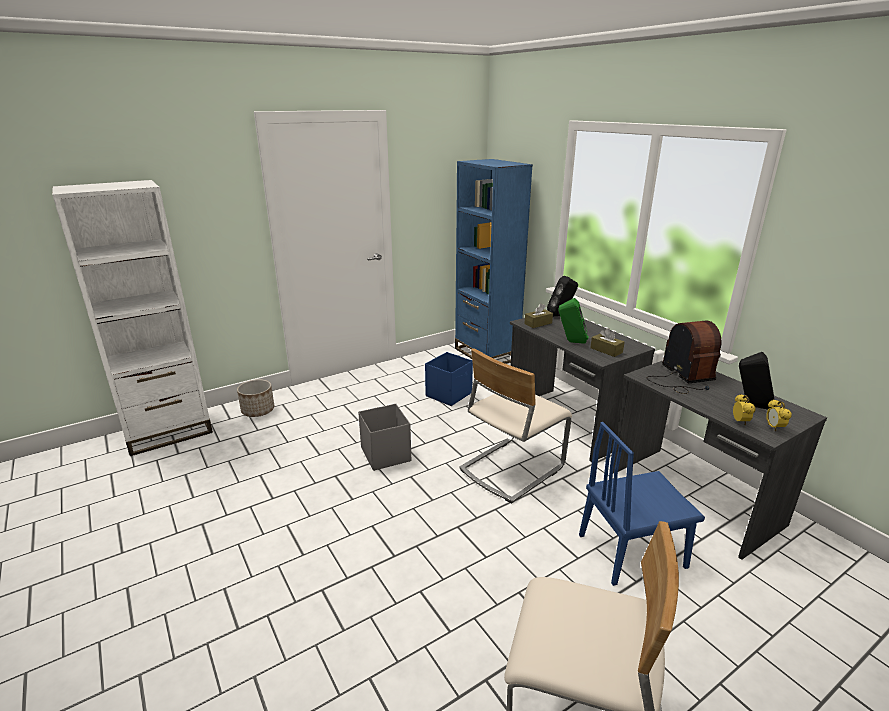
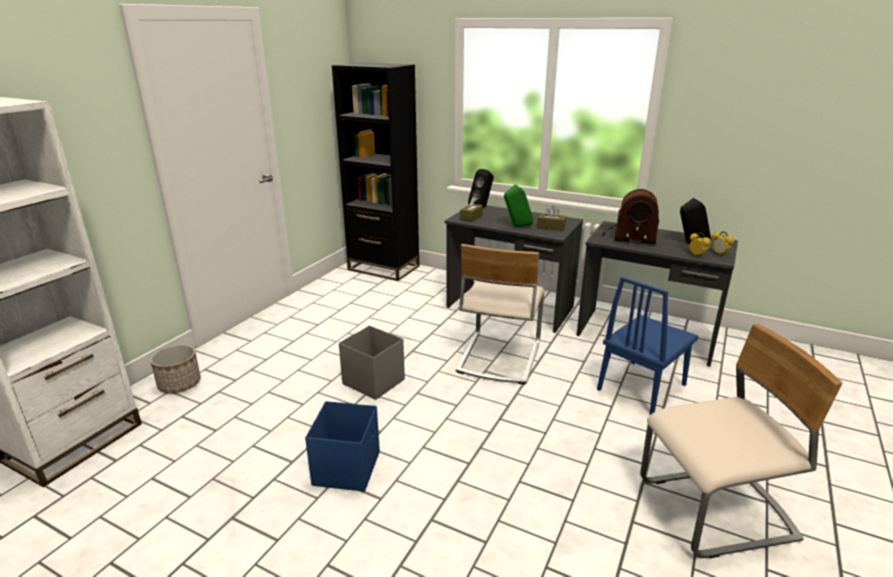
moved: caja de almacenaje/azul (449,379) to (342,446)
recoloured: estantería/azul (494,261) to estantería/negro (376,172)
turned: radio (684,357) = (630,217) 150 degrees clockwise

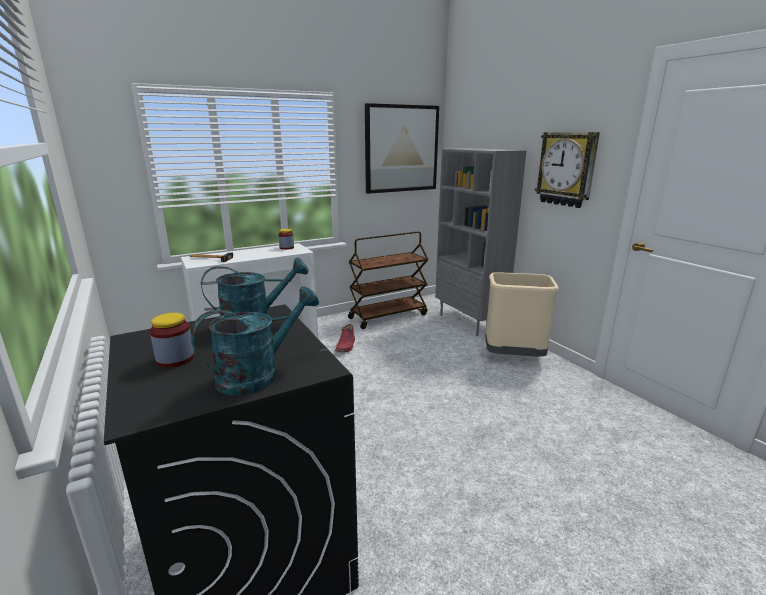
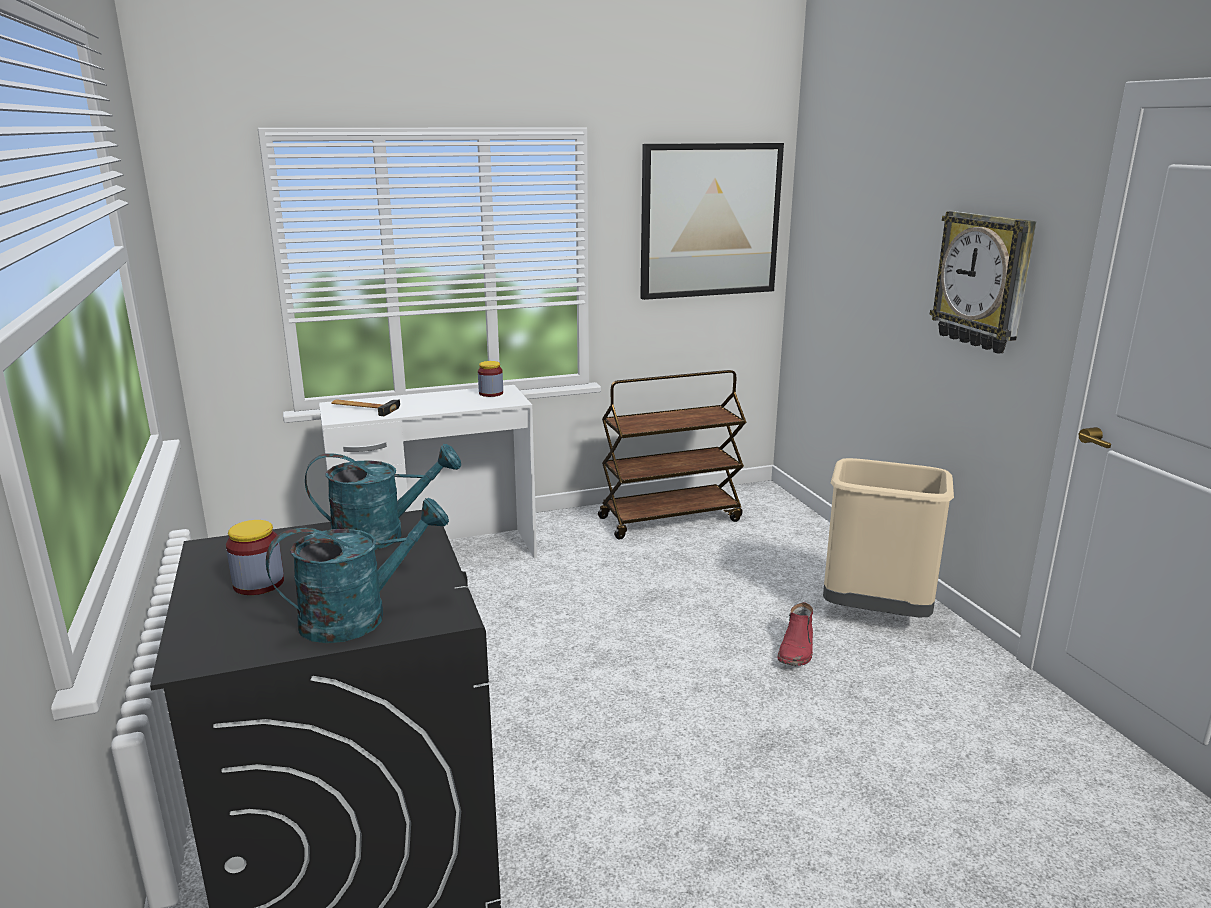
removed: estantería/gris (481,242)
moved: bota/rojo (345,338) to (795,634)

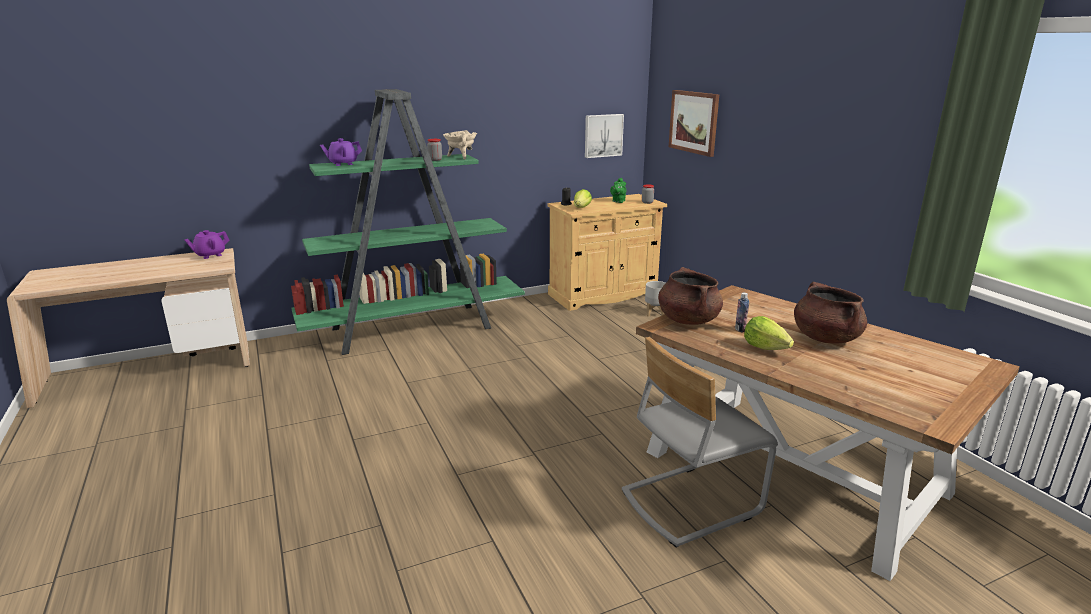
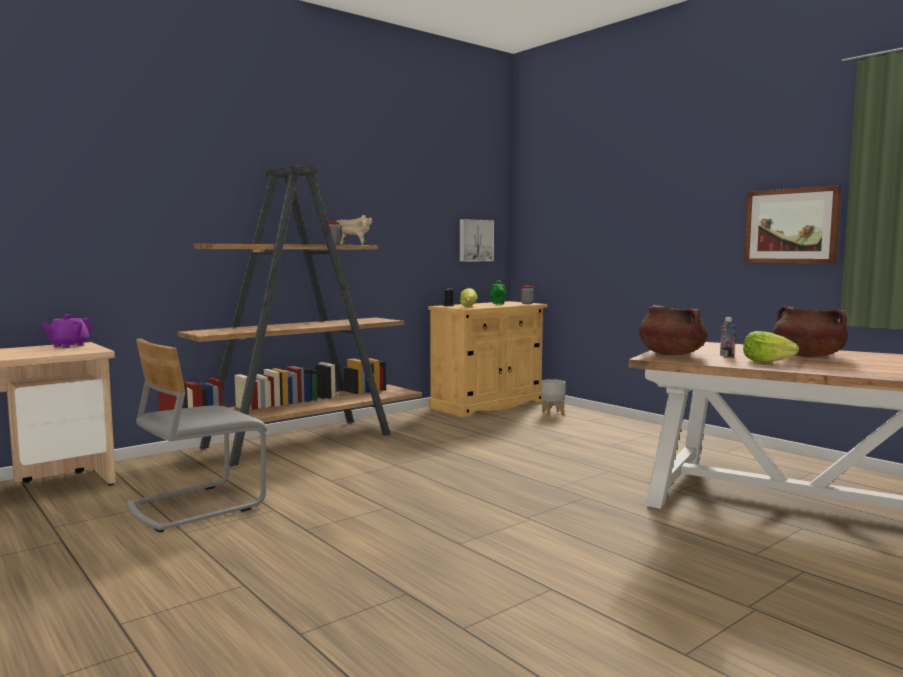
removed: tetera/morado (341,152)
moved: silla/gris (700,442) to (197,435); cuadro (694,123) to (792,224)
recoloured: estantería/verde (408,222) to estantería/marrón (290,315)

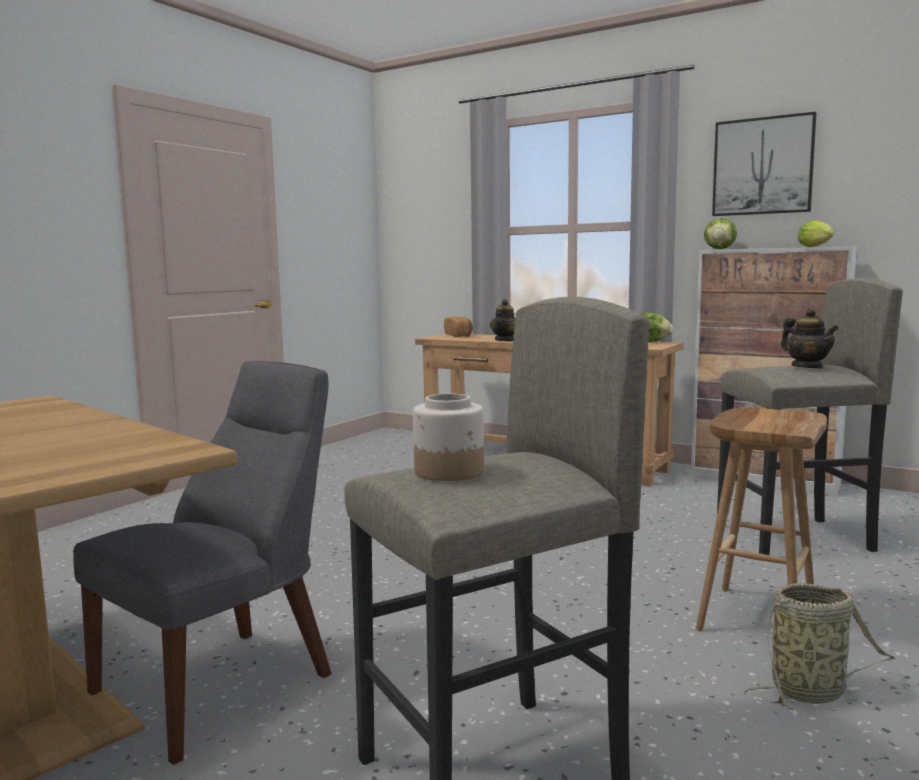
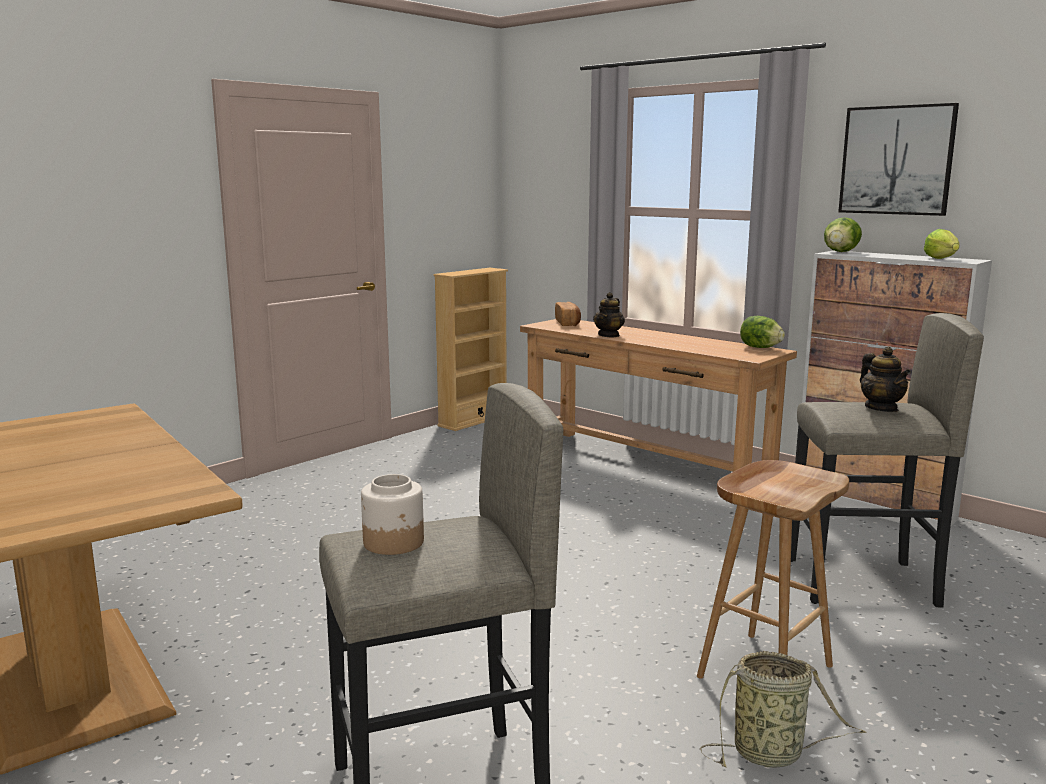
removed: silla/gris (202,563)
added: estantería/beis (471,349)

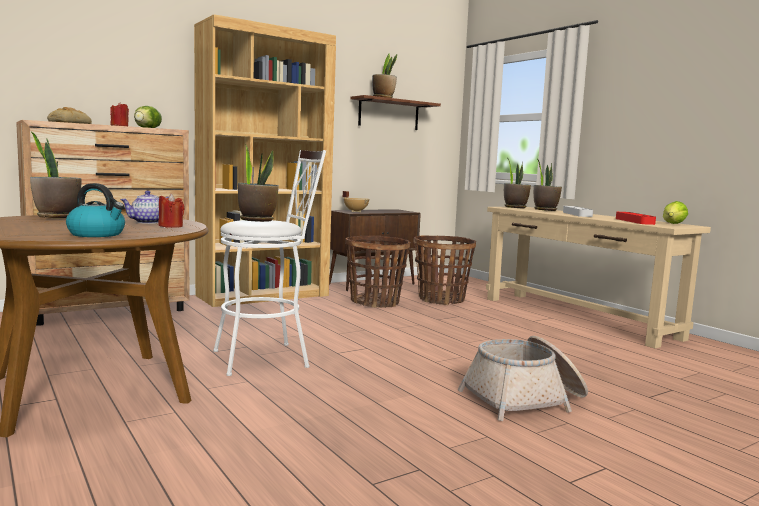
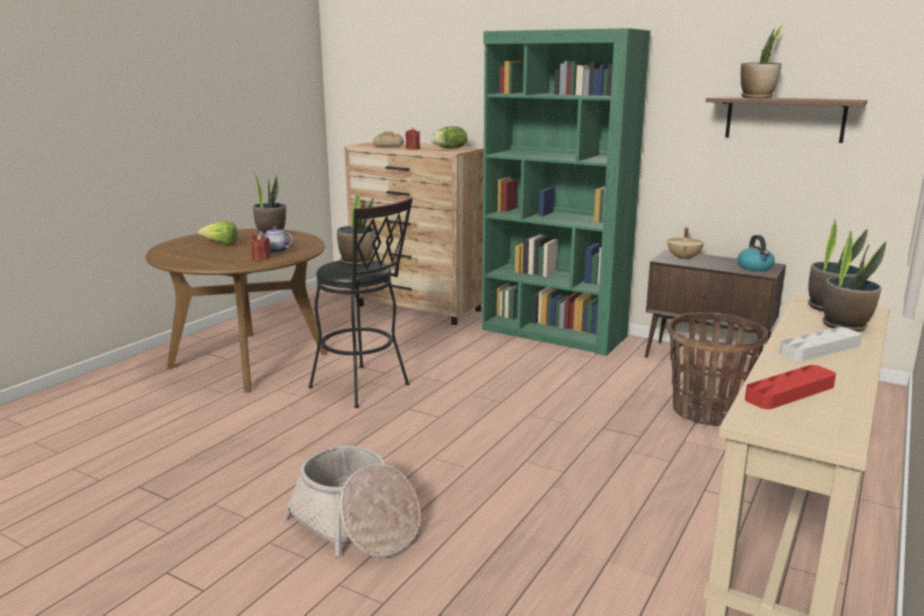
removed: cesta (377,272)
moved: lechuga (675,212) to (218,233); hervidor (95,210) to (756,253)
recoloured: taburete/blanco (269,263) to taburete/negro (360,303); estantería/marrón (265,160) to estantería/verde (566,192)

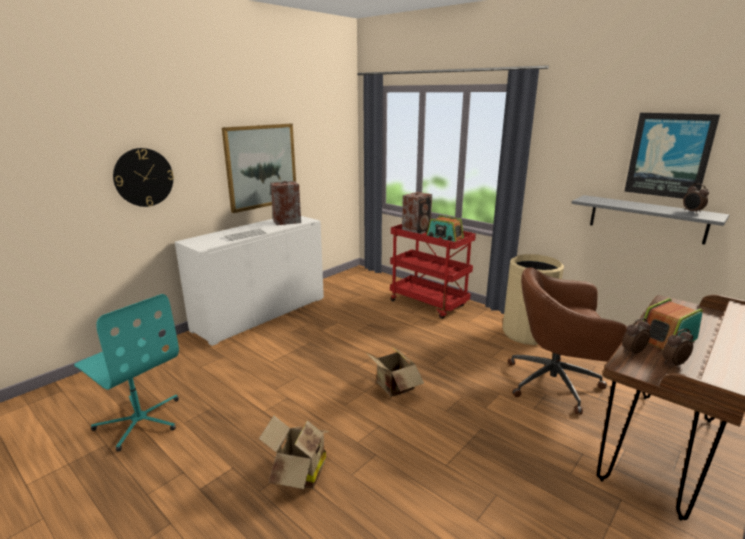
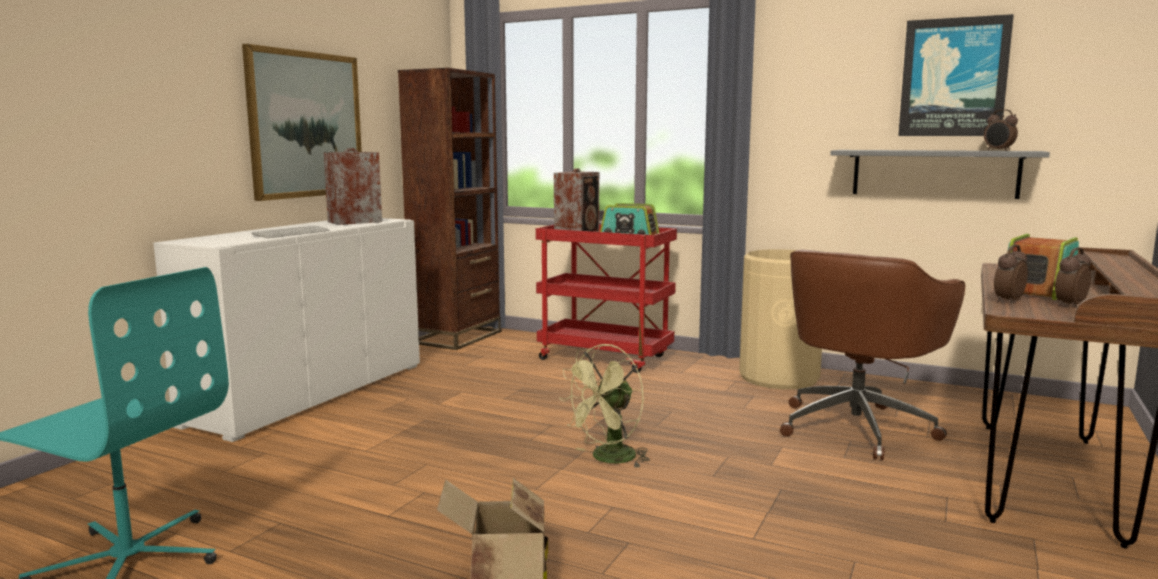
removed: reloj de pared (143,177)
added: estantería/marrón (450,209)
replaced: caja de cartón (395,371) to ventilador/verde (604,405)
turned: silla de oficina/marrón (567,341) = (872,354) 45 degrees counterclockwise

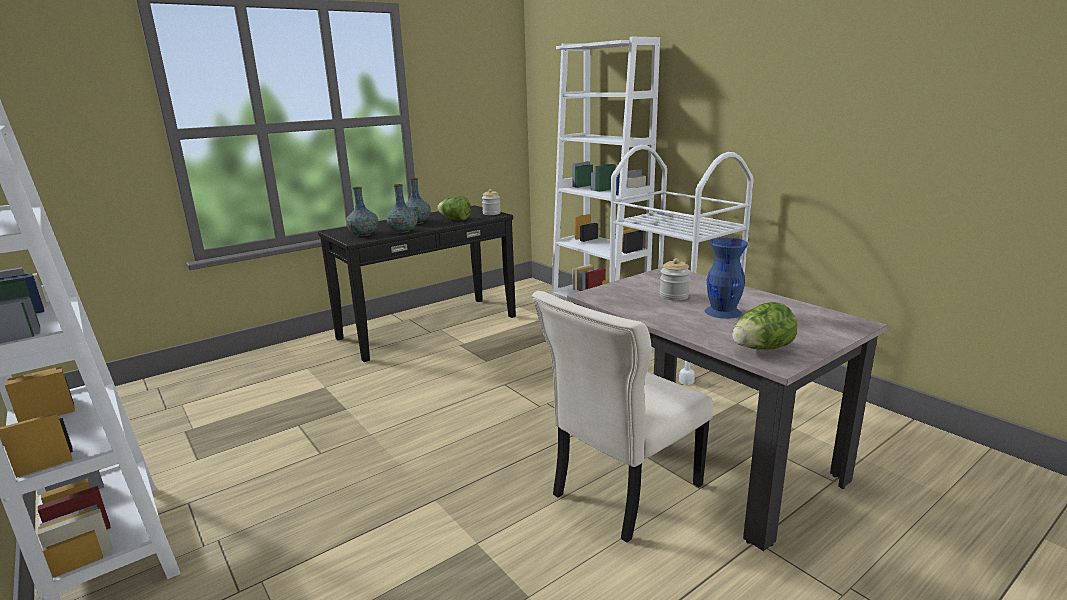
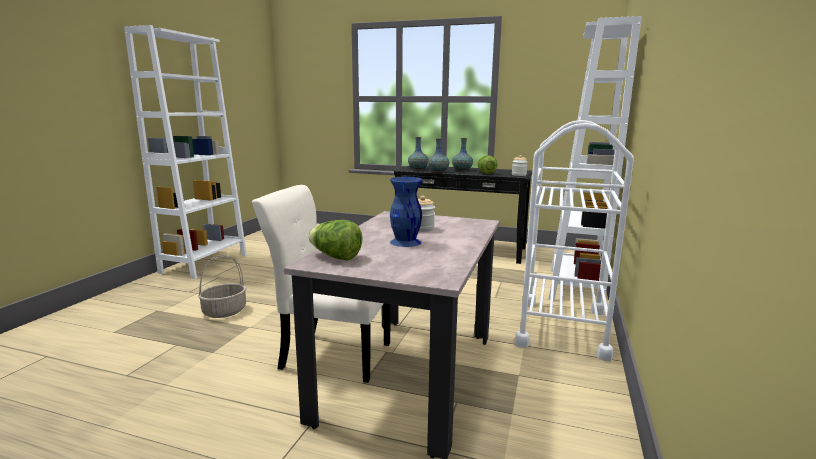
added: cesta (222,286)

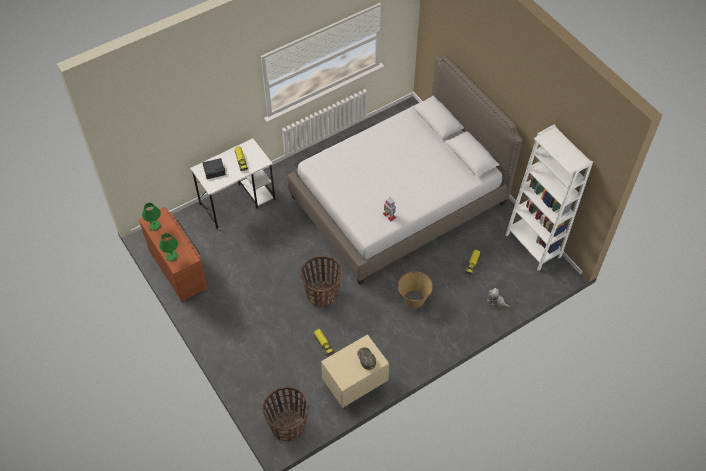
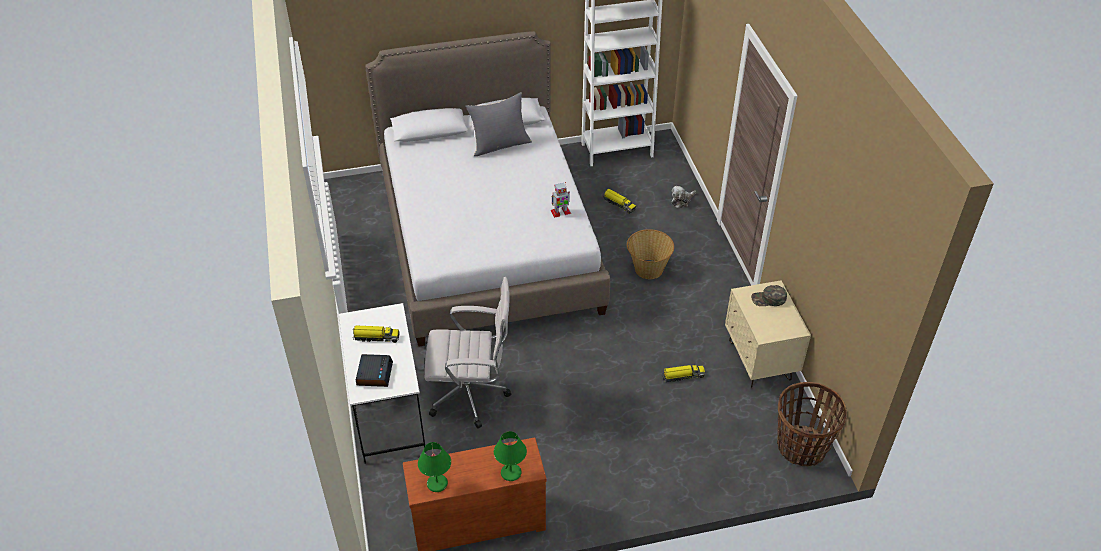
removed: cesta (321,282)
added: silla de oficina/blanco (467,353); cojín/gris (498,124)

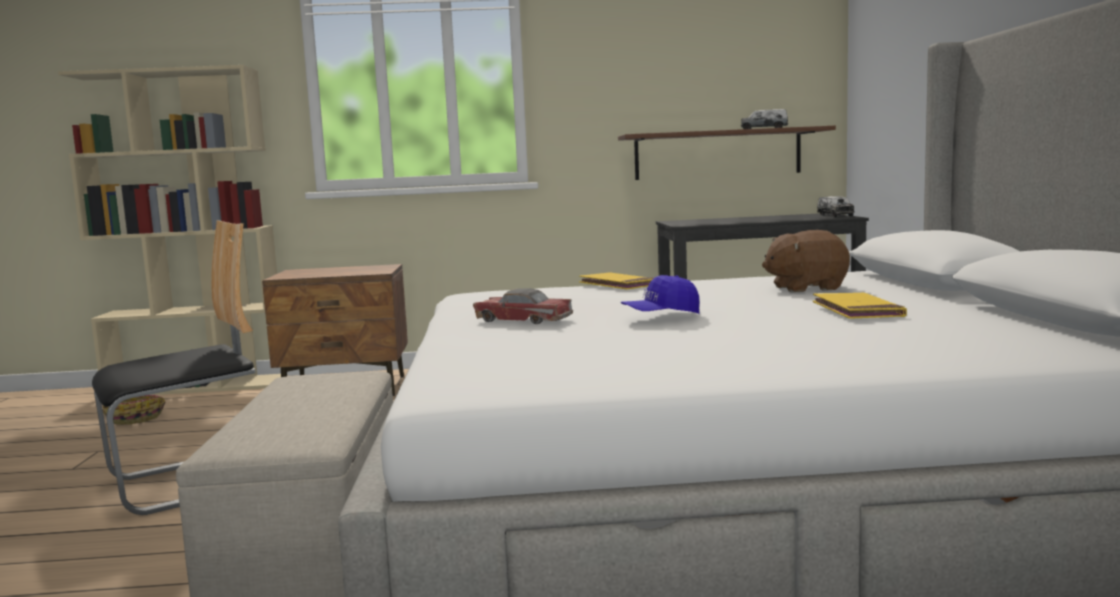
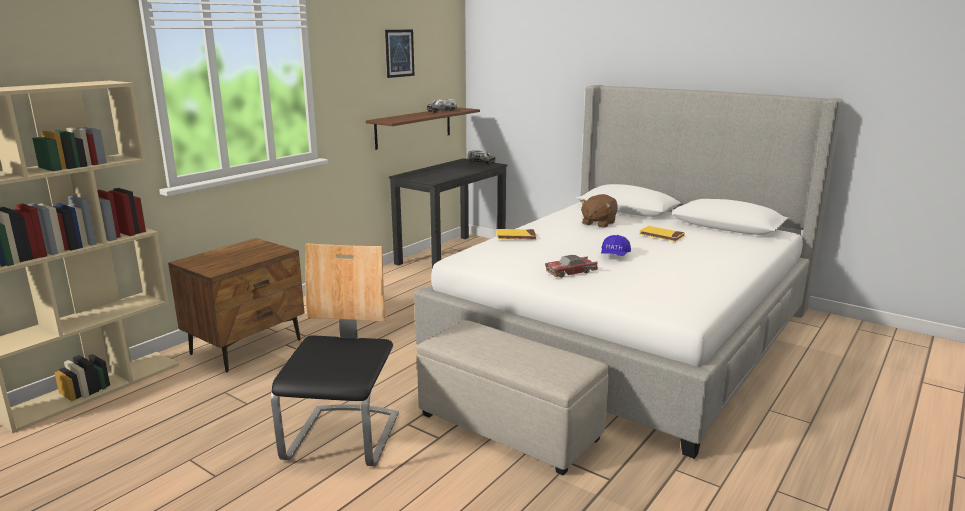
removed: cesta (134,410)
added: cuadro (399,54)

